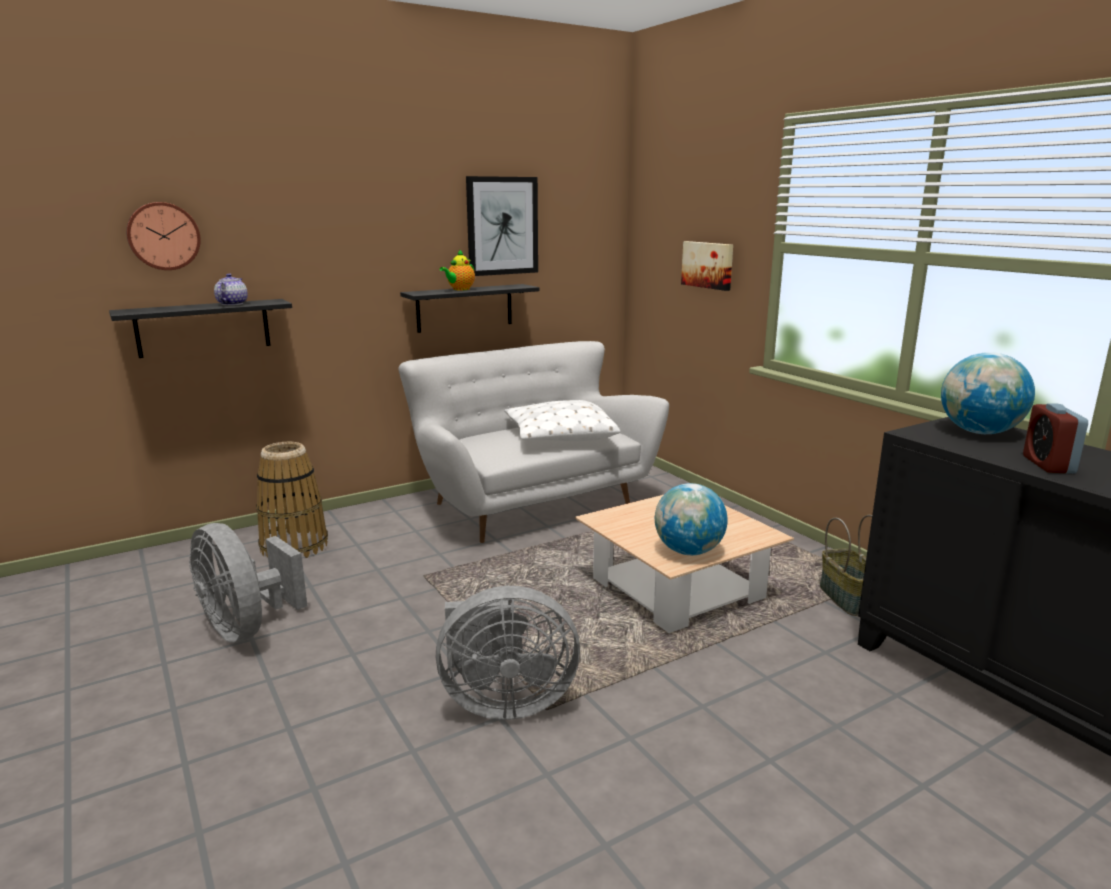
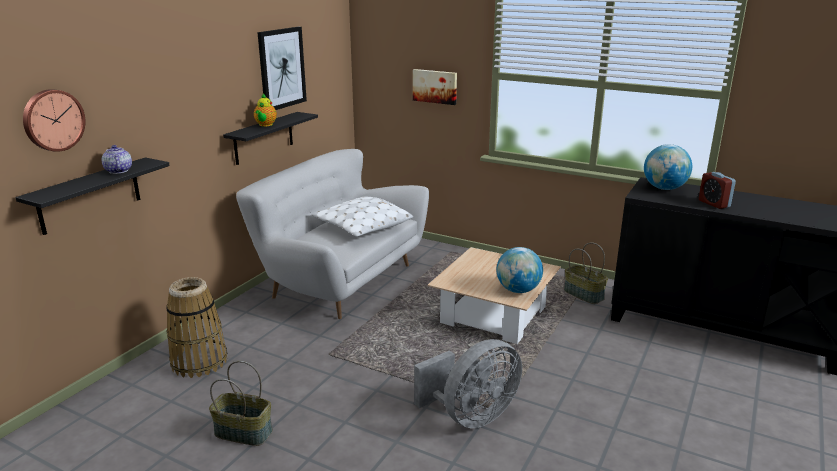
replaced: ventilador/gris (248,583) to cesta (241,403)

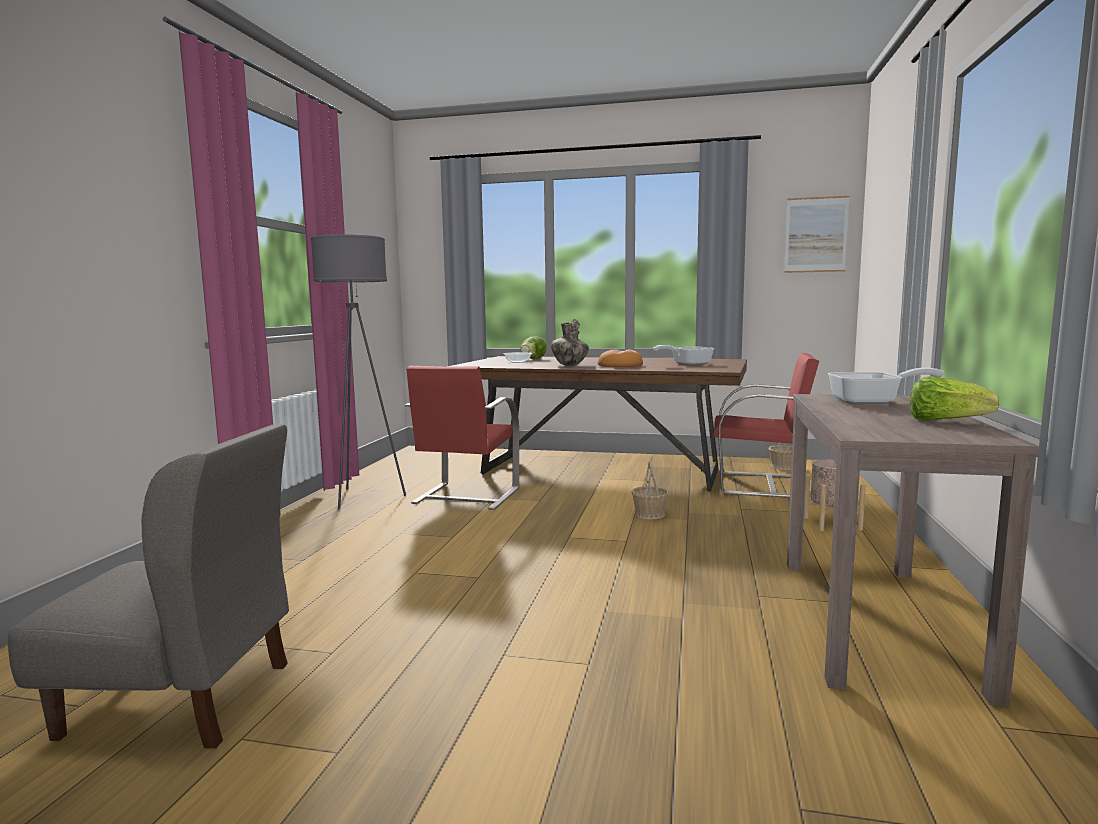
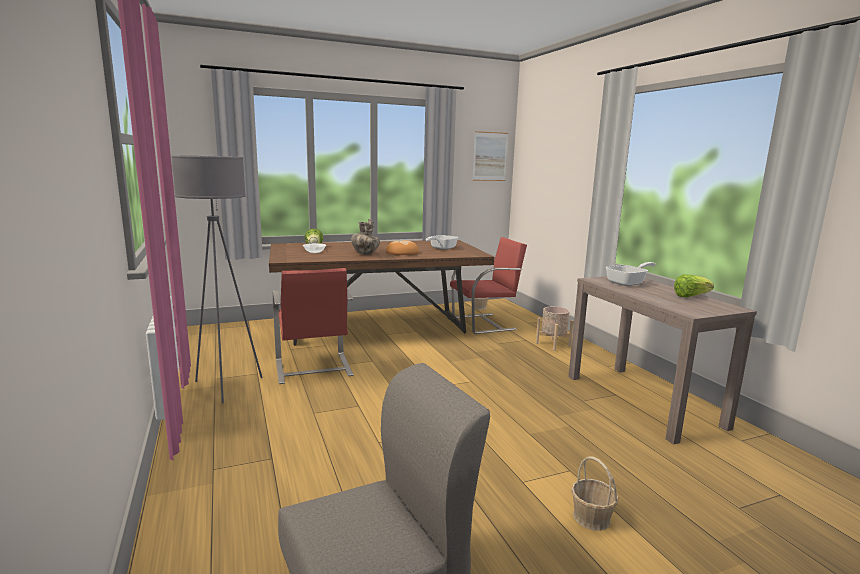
moved: cesta (650,490) to (595,493)

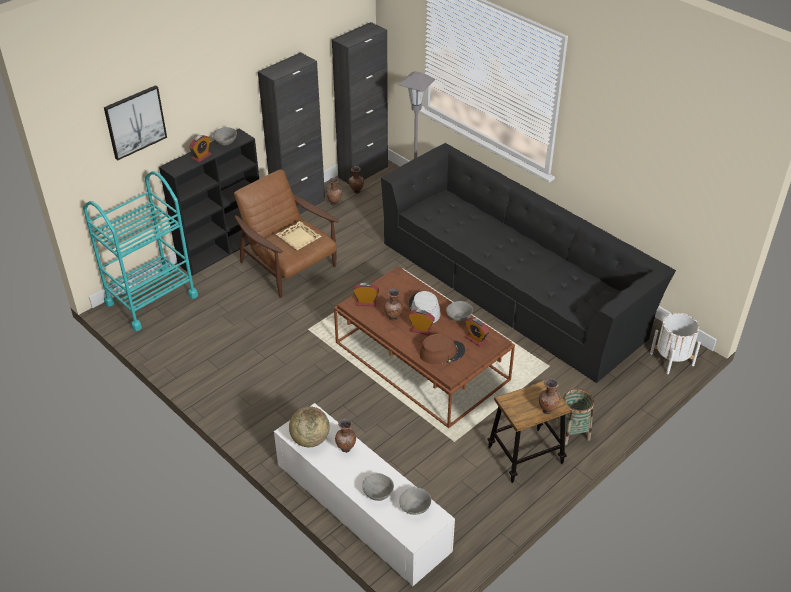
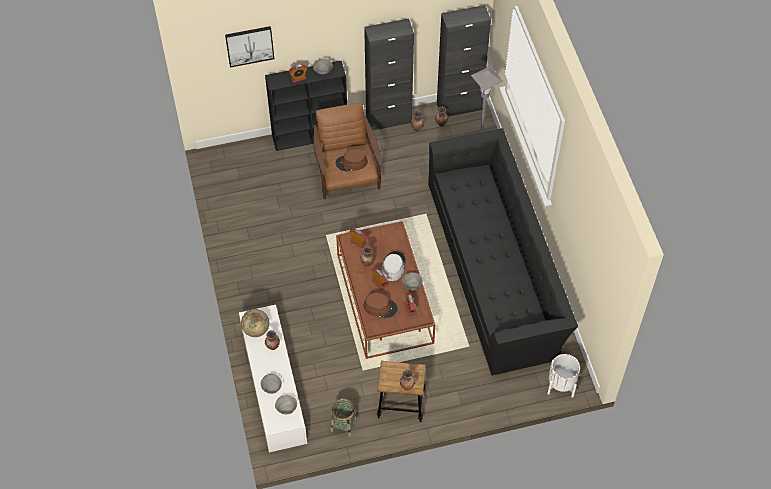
removed: carrito/turquesa (140,251)
moved: cesta (574,417) to (344,417)
replaced: bandeja/beis (299,235) to sombrero/marrón (351,160)

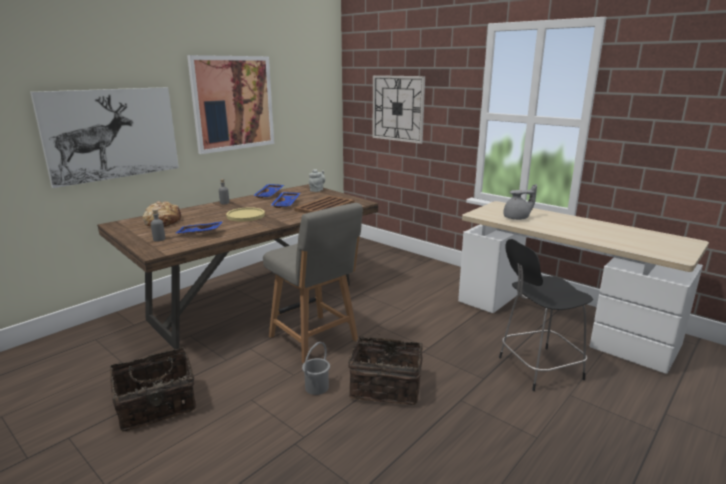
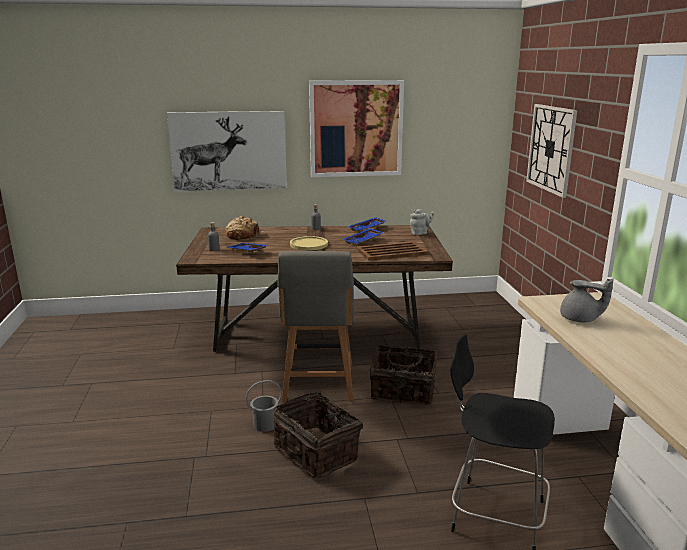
moved: cesta (153,389) to (404,375)

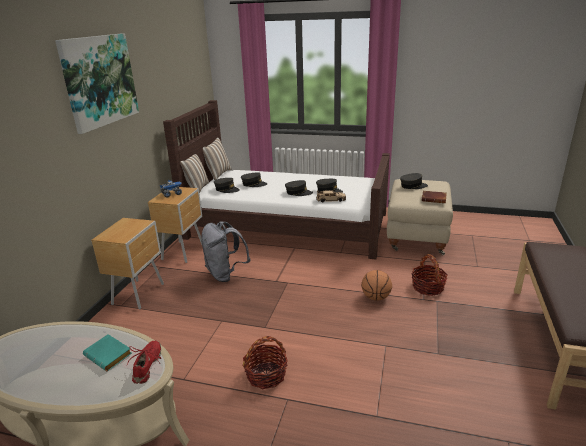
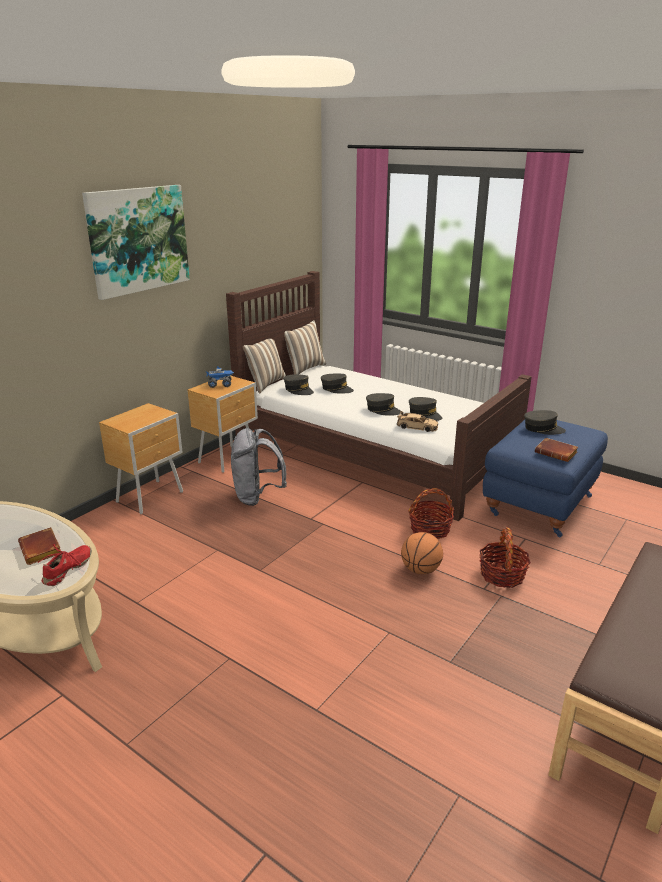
moved: cesta (265,362) to (431,513)
recoloured: libro/turquesa (107,352) to libro/marrón (39,546); puf/beis (420,217) to puf/azul (545,478)

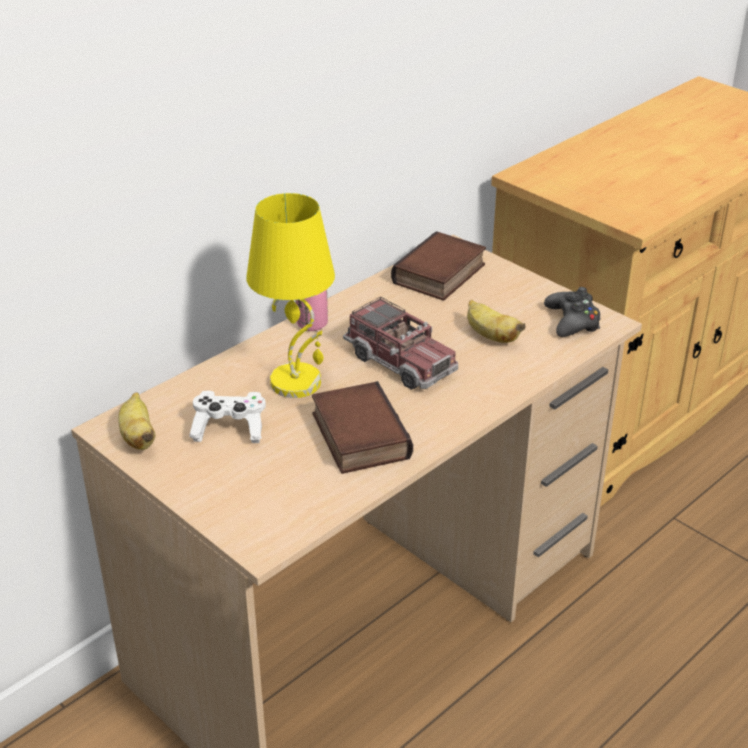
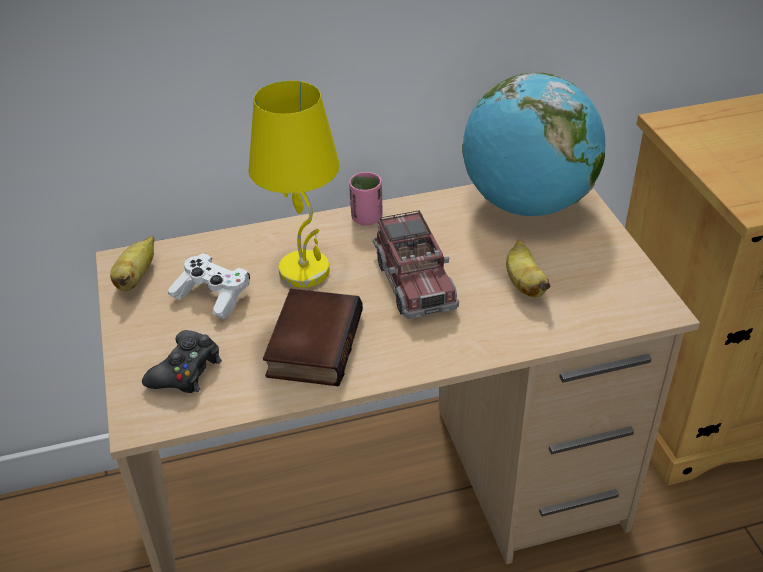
moved: mando de consola/negro (572,312) to (182,361)
replaced: libro (438,266) to globo terráqueo (533,144)

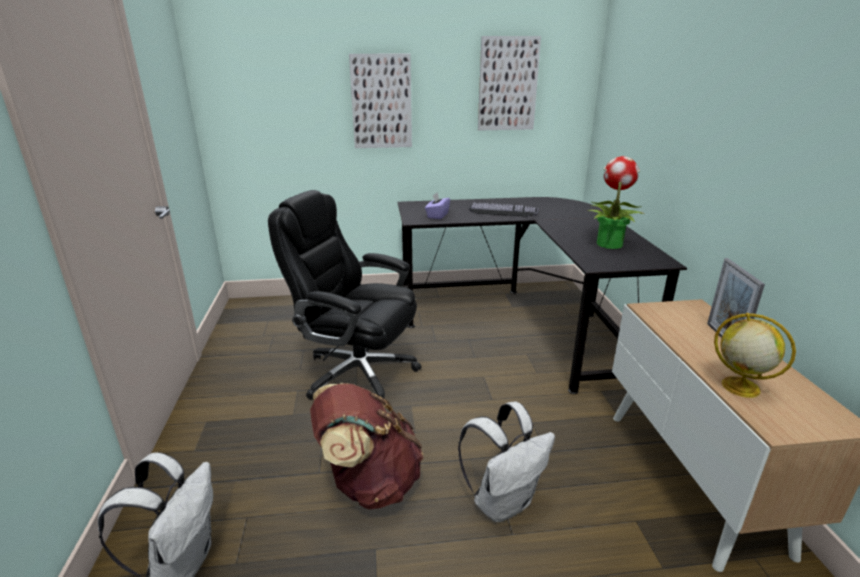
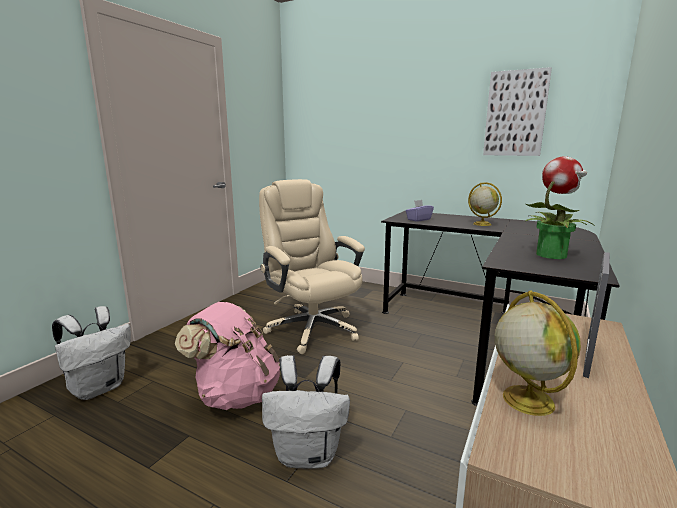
removed: cuadro (380,101)
replaced: teclado (503,209) to globo terráqueo (485,204)
recoloured: mochila/marrón (367,446) to mochila/rosa (227,356); silla de oficina/negro (345,295) to silla de oficina/beis (312,266)

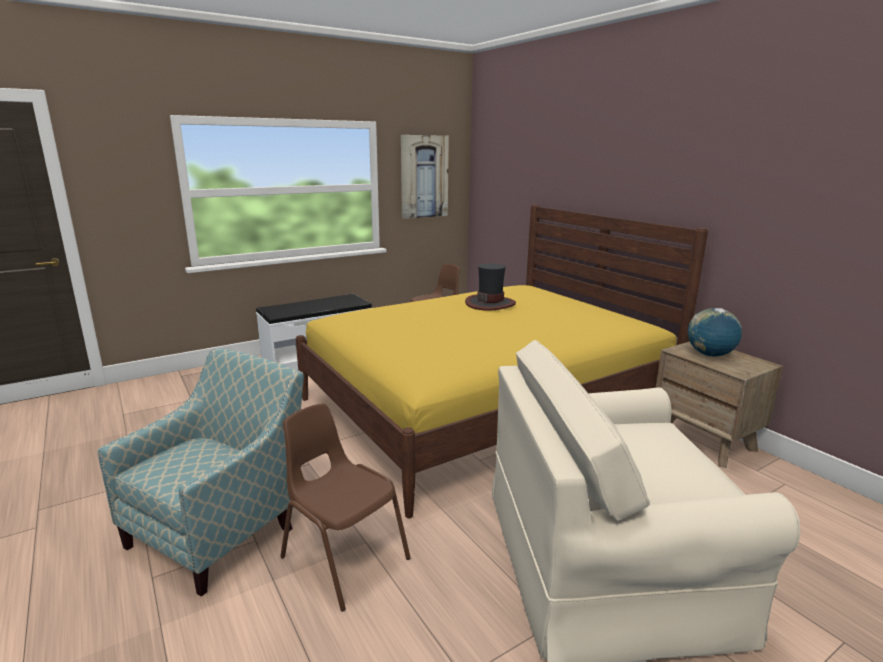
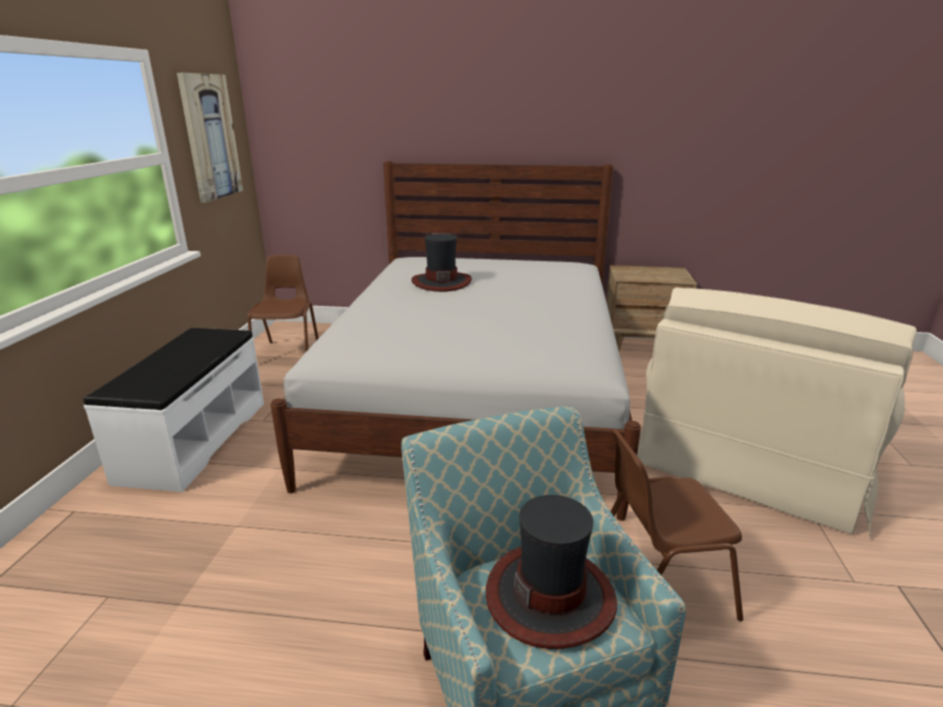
removed: globo terráqueo (715,332)
added: sombrero (551,572)
recoloured: cama/amarillo (502,361) to cama/blanco (456,341)

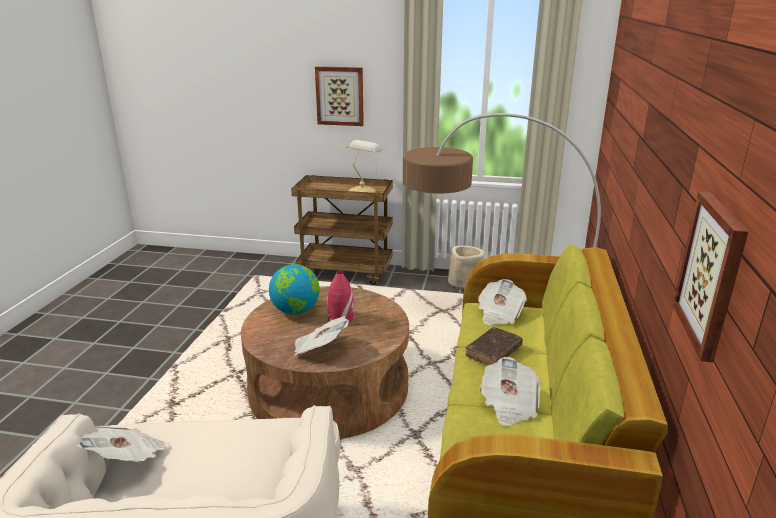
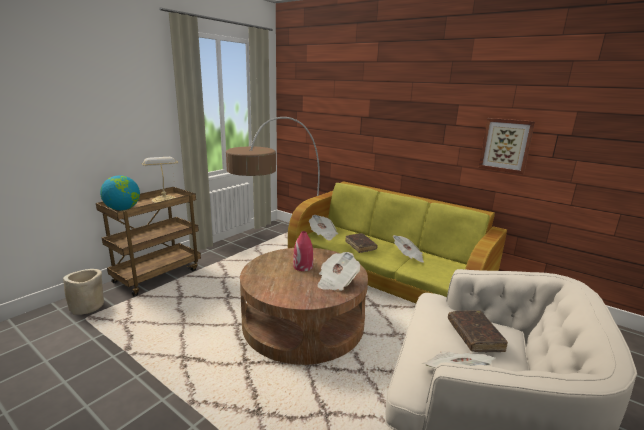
removed: cuadro (339,96)
added: libro/marrón (478,331)
moved: maceta/beis (466,267) to (83,292); globo terráqueo (294,289) to (120,193)

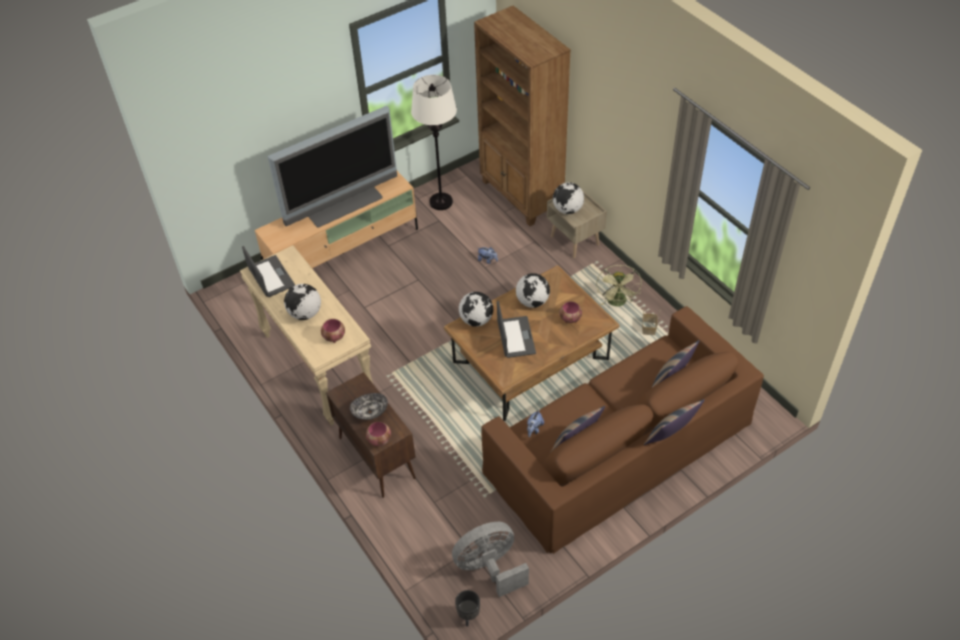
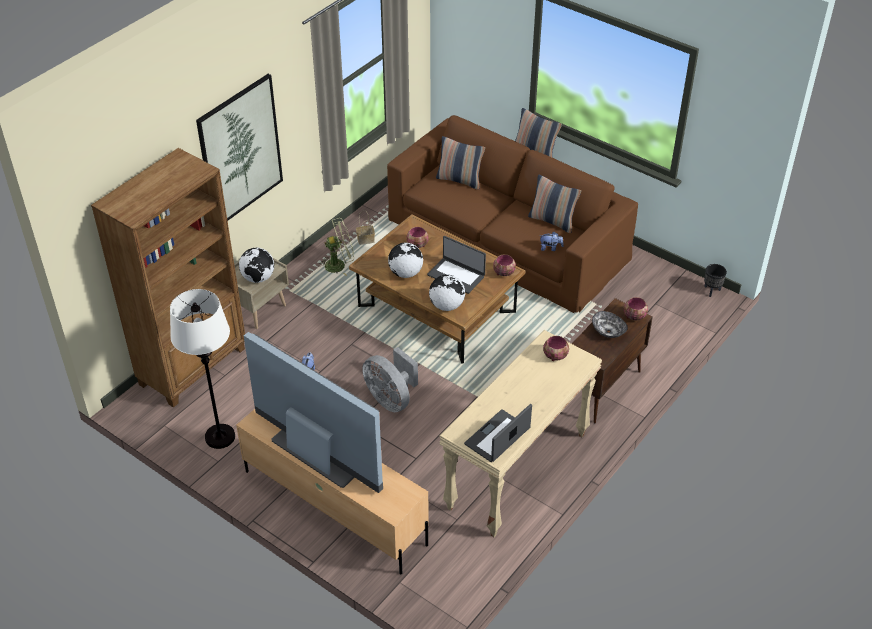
removed: globo terráqueo (302,302)
added: cuadro (239,147); cuenco (504,265)
moved: ventilador/gris (490,559) to (390,379)
turned: portátil (516,329) = (456,265) 120 degrees counterclockwise

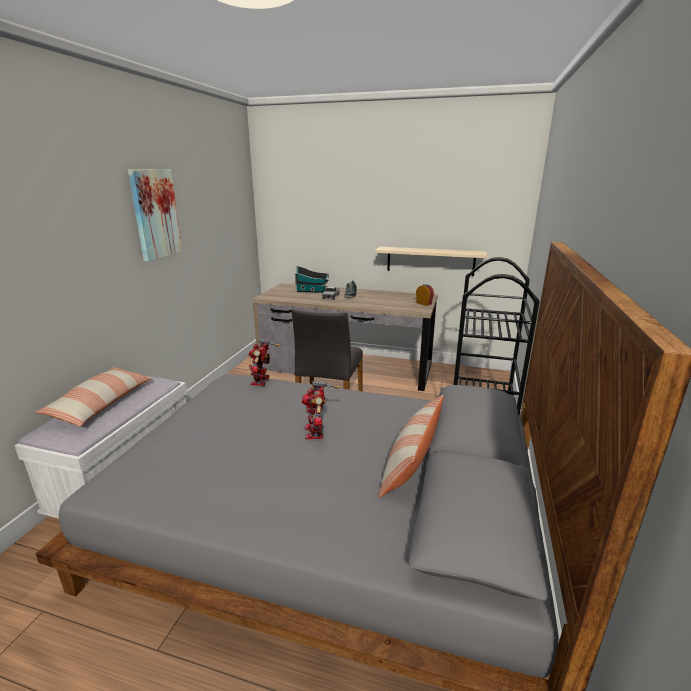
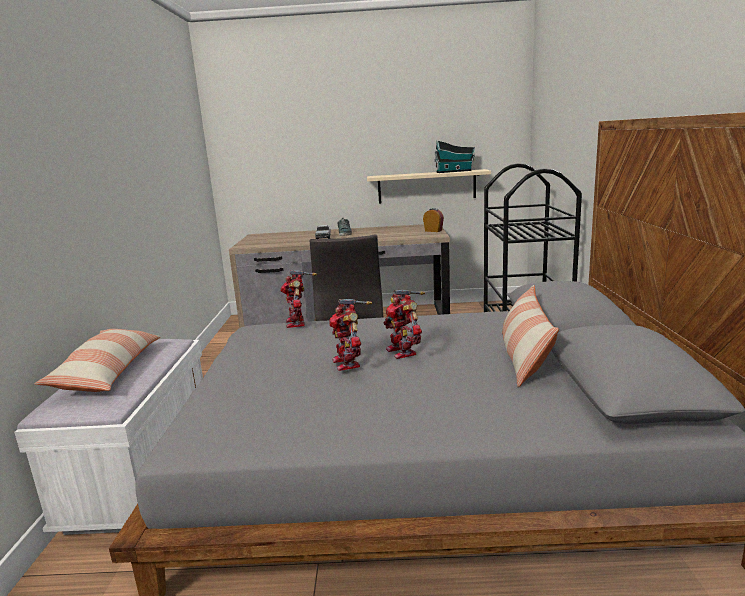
removed: cuadro (155,215)
added: robot de juguete (350,335)
moved: casita (312,279) to (455,156)

